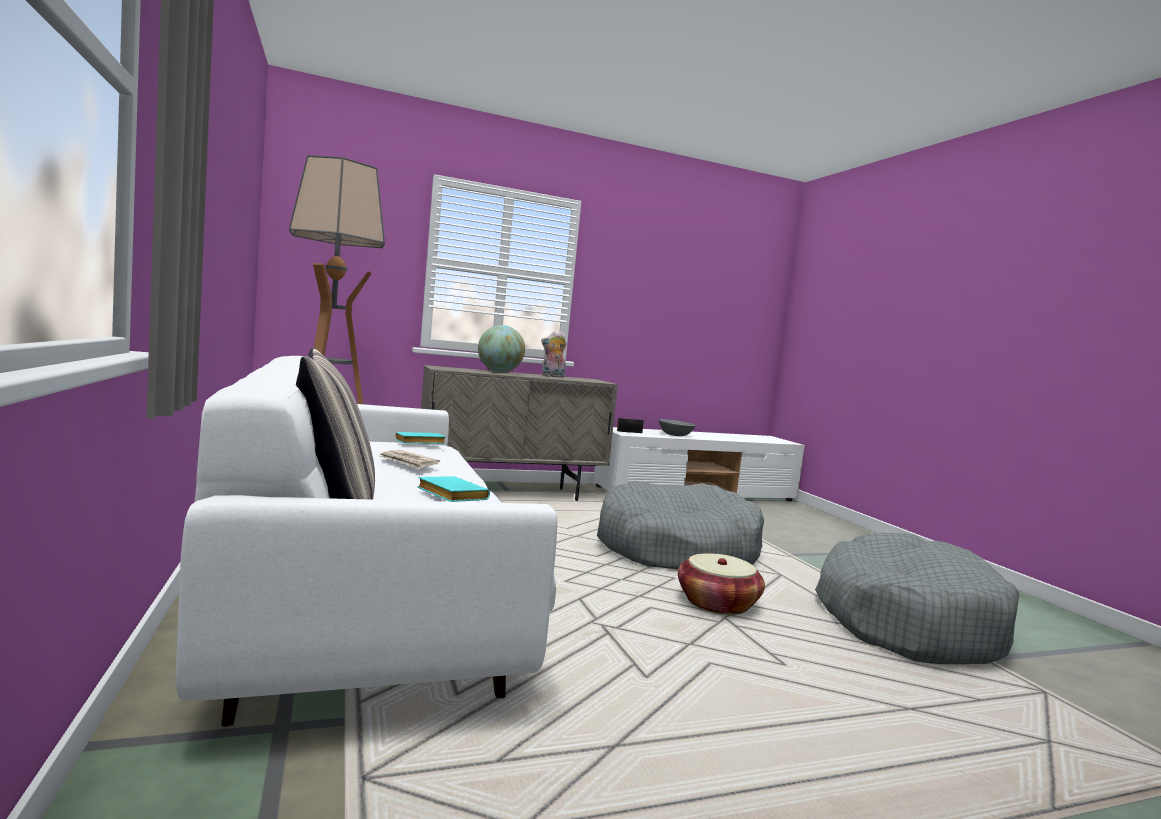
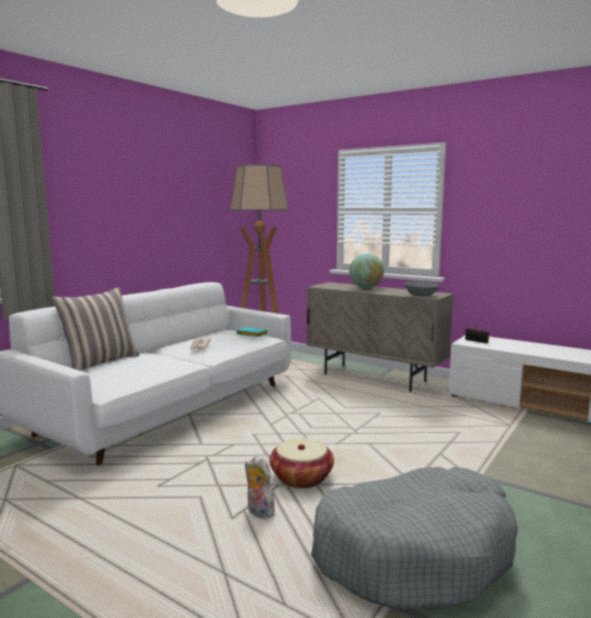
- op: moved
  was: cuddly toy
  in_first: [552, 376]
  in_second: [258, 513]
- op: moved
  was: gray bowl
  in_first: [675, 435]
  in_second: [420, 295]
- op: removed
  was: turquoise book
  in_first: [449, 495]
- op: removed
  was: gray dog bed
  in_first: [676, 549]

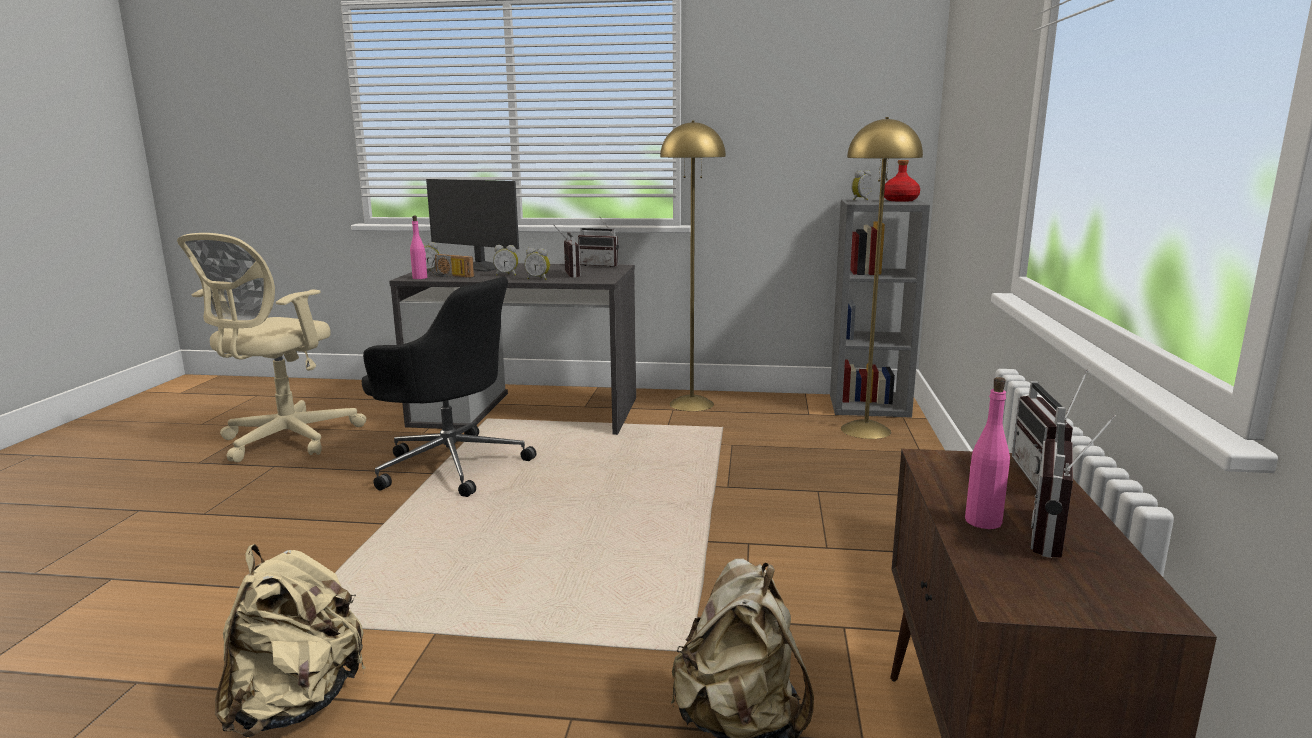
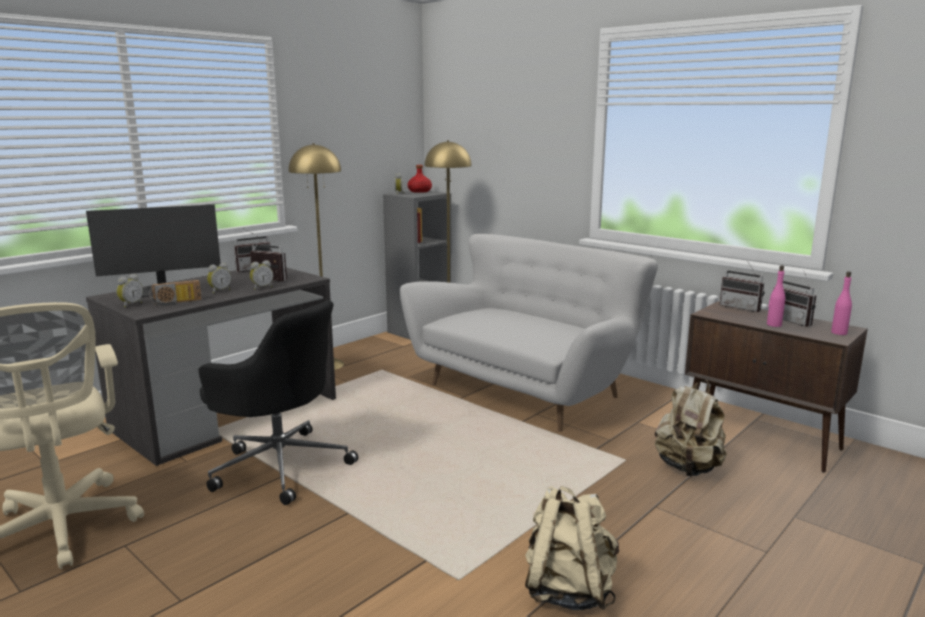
- op: moved
  was: pink-coloured beverage bottle
  in_first: [420, 278]
  in_second: [839, 333]
- op: turned
  was: black-coloured computer chair
  in_first: [450, 465]
  in_second: [280, 465]
  clockwise: 60
- op: added
  now: white couch
  in_second: [527, 389]

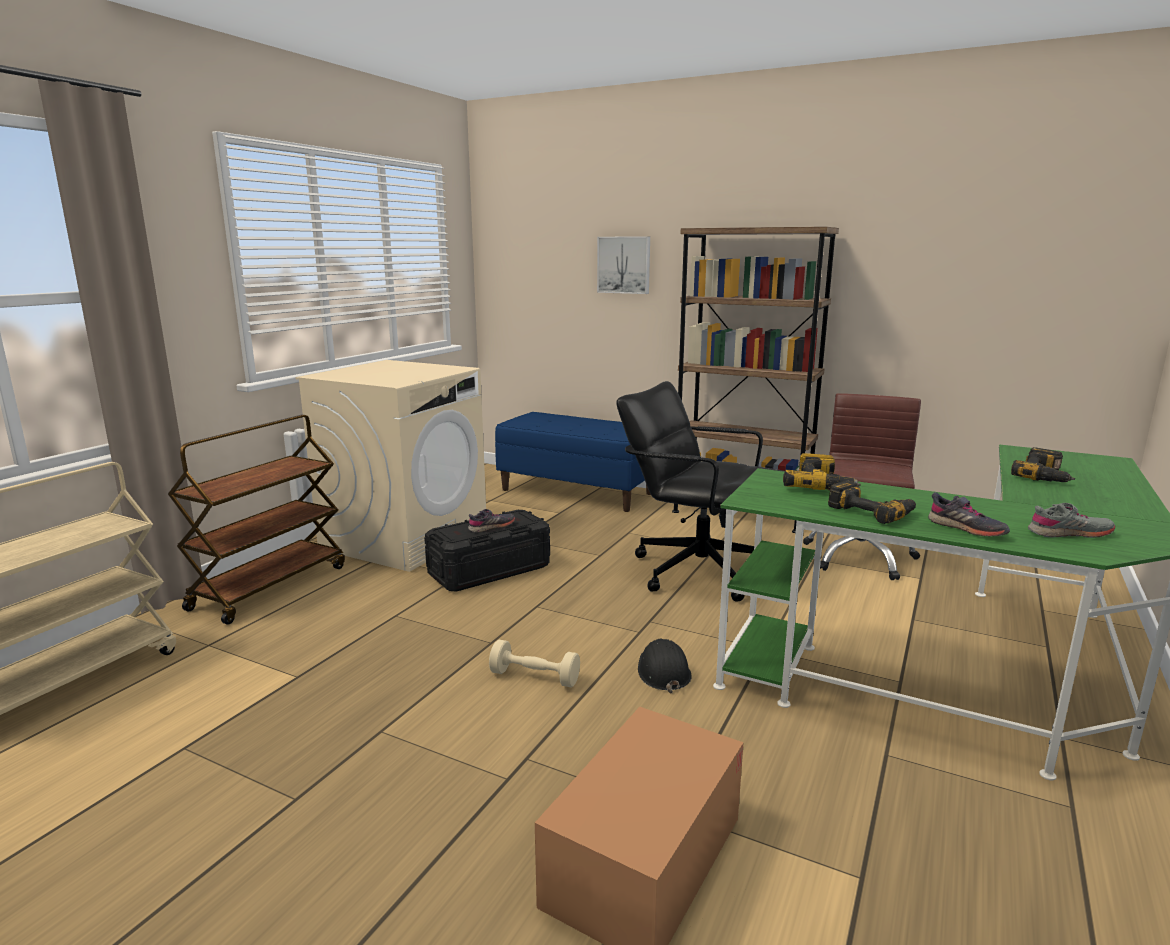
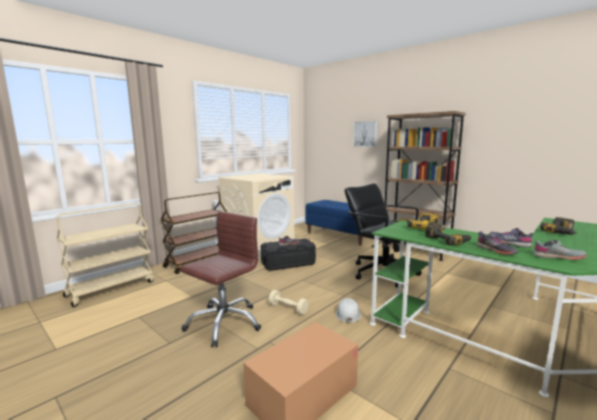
- op: moved
  was: brown computer chair
  in_first: [858, 556]
  in_second: [224, 323]
- op: recoloured
  was: black-coloured hard hat
  now: white hard hat
  in_first: [663, 672]
  in_second: [347, 314]
- op: added
  now: gray item of footwear
  in_second: [509, 243]

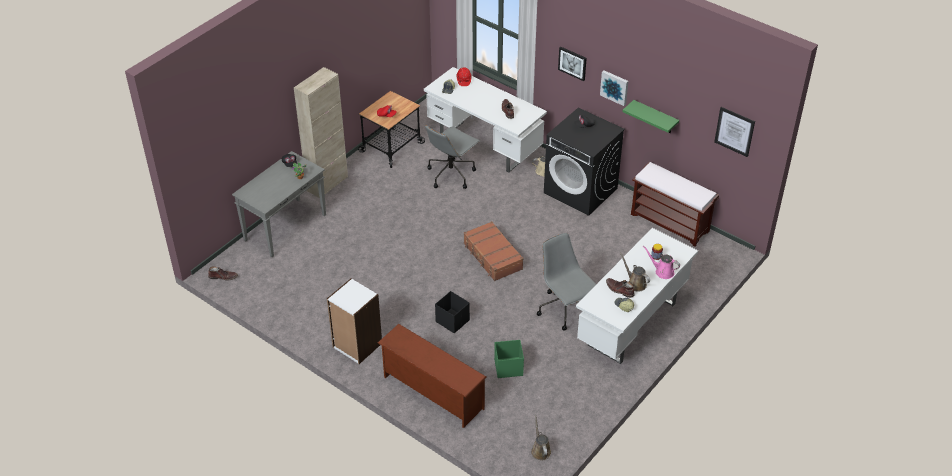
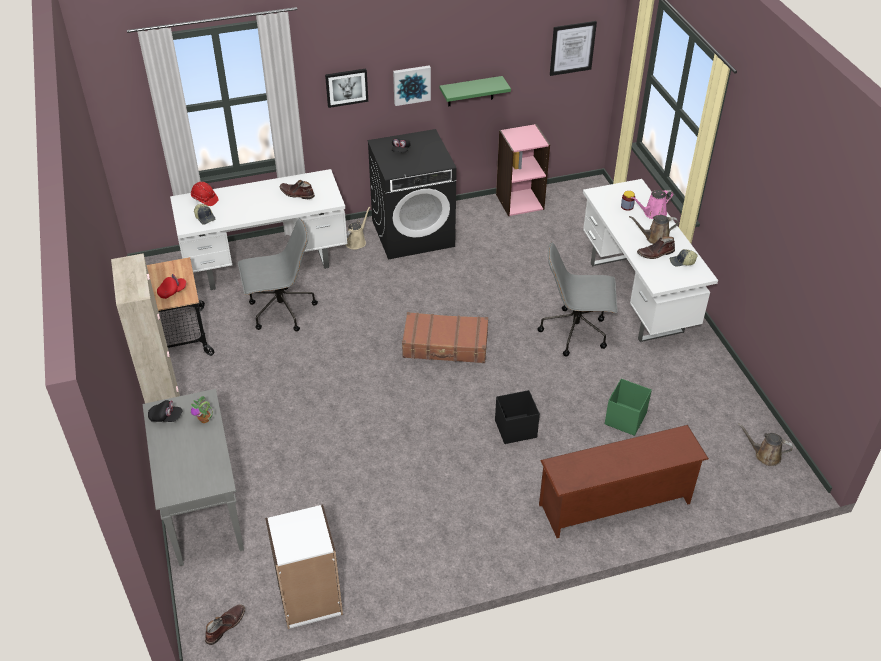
- op: turned
  was: gray computer chair
  in_first: [451, 174]
  in_second: [280, 311]
  clockwise: -90
- op: replaced
  was: brown long seat
  now: pink-coloured shelving unit
  in_first: [670, 223]
  in_second: [519, 201]
- op: moved
  was: white shelving unit
  in_first: [357, 345]
  in_second: [310, 599]

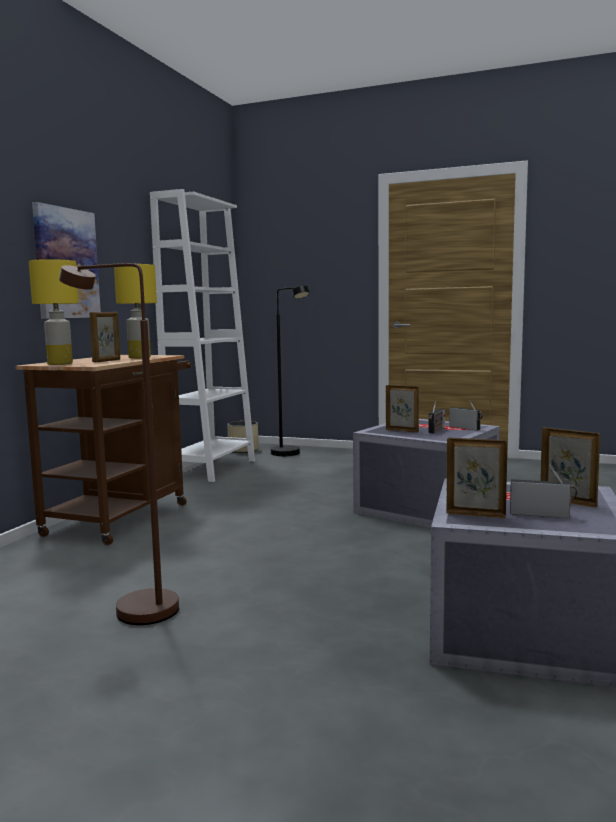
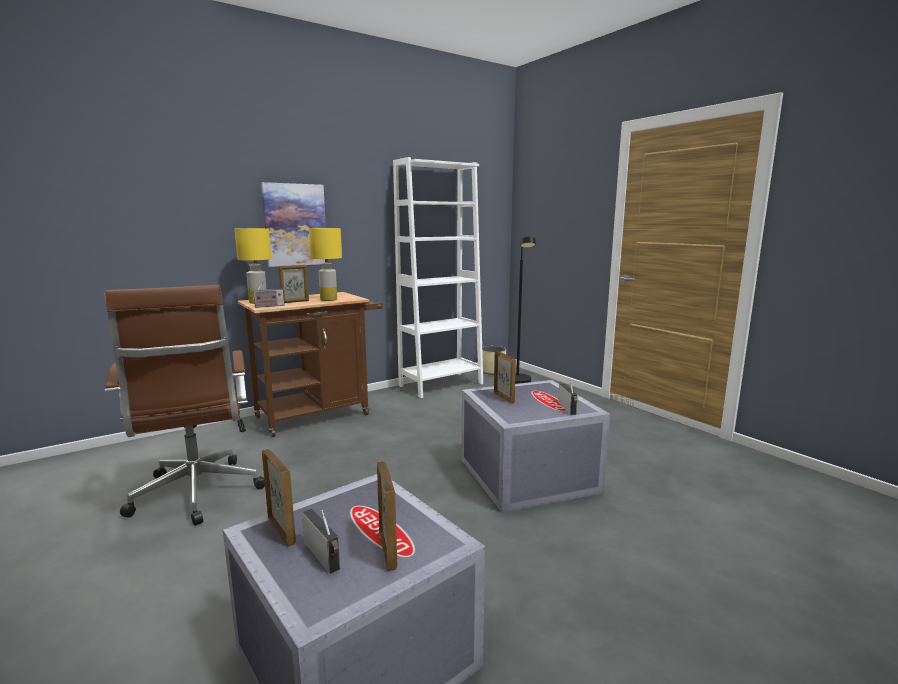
- op: replaced
  was: brown floor lamp
  now: brown computer chair
  in_first: [134, 607]
  in_second: [197, 496]
- op: moved
  was: radio set
  in_first: [436, 430]
  in_second: [268, 306]

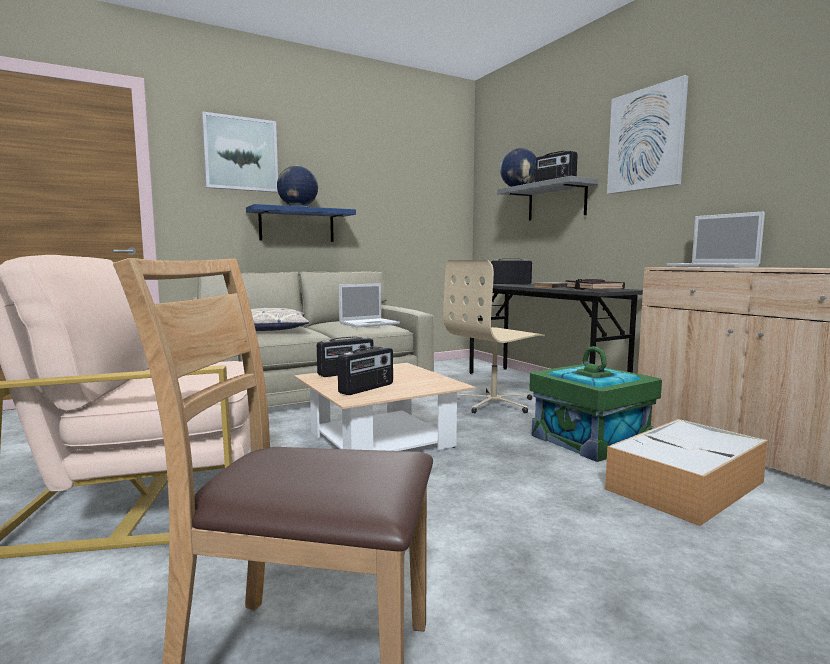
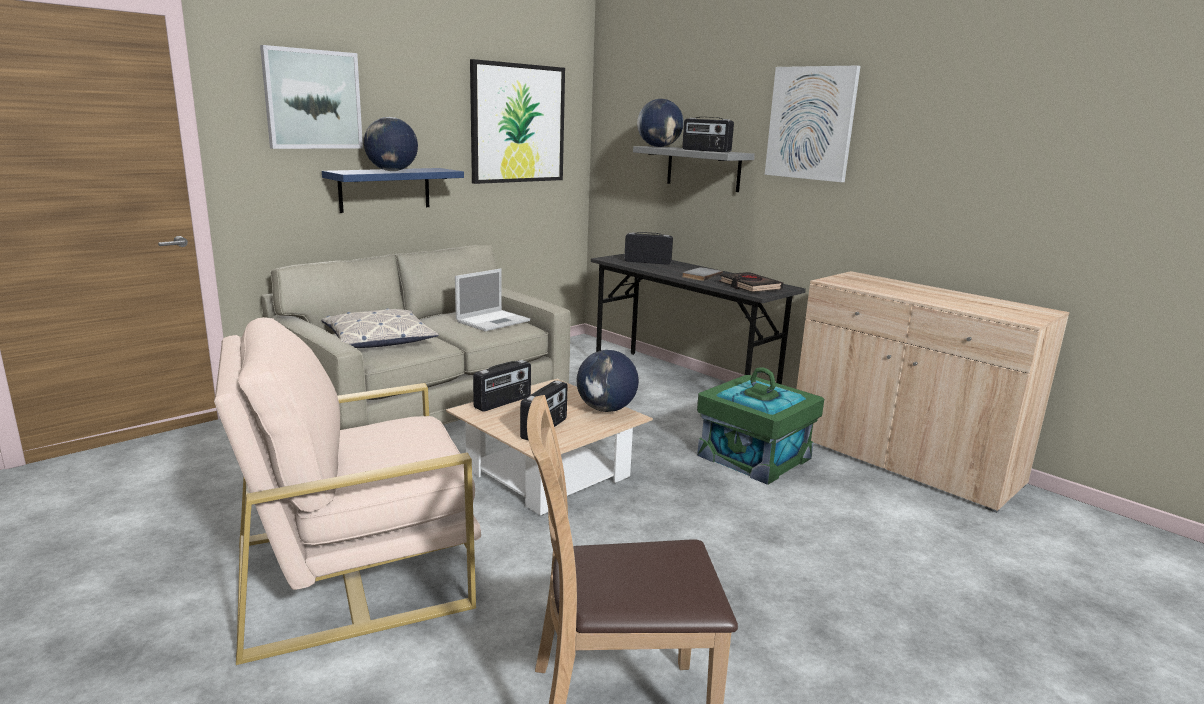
- op: removed
  was: laptop
  in_first: [714, 266]
- op: removed
  was: beige computer chair
  in_first: [494, 403]
- op: removed
  was: storage bin
  in_first: [685, 486]
- op: added
  now: wall art
  in_second: [517, 123]
- op: added
  now: globe
  in_second: [606, 409]

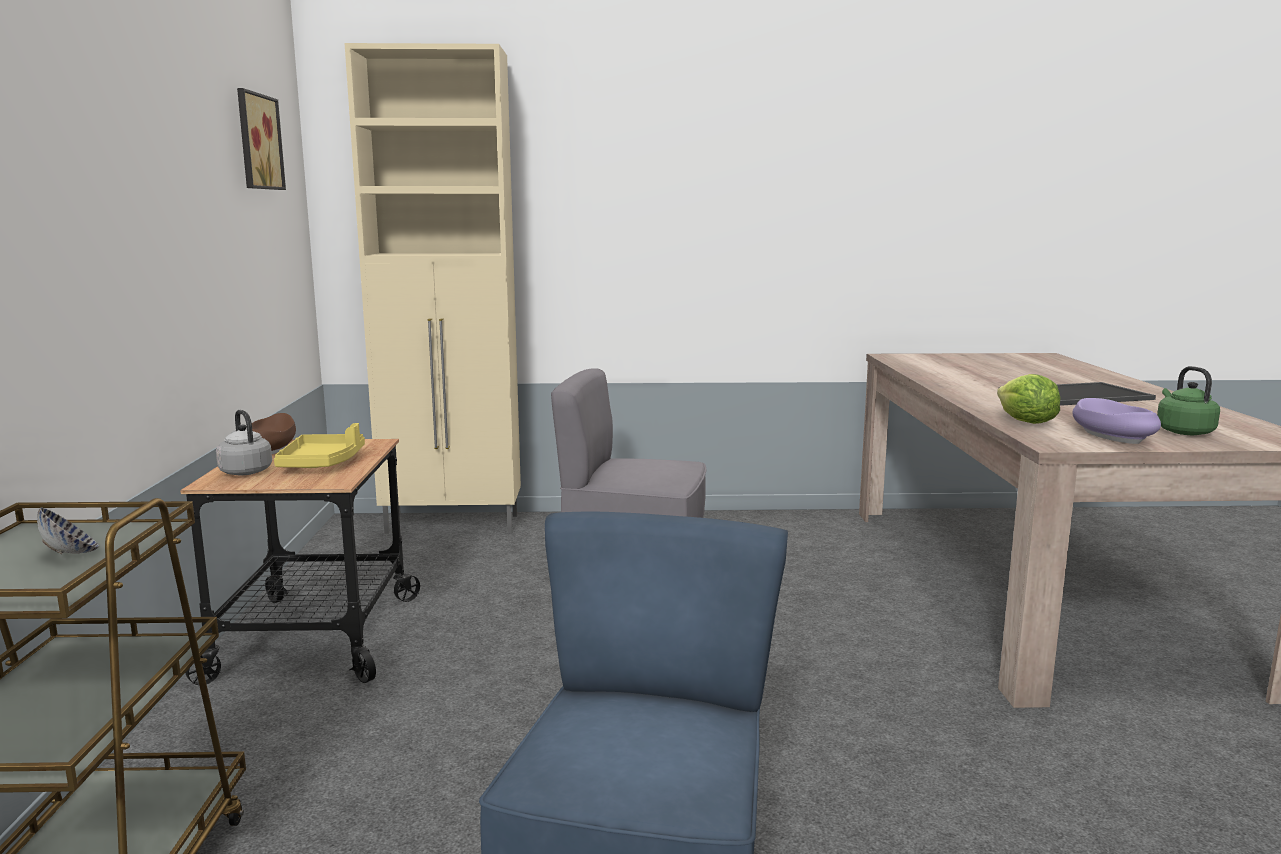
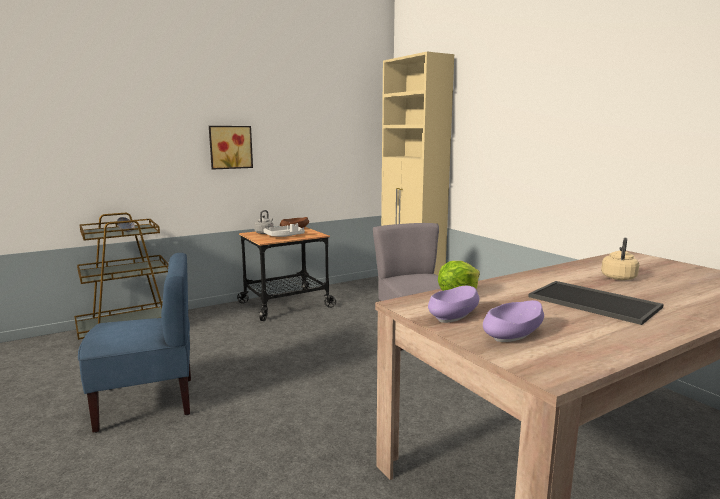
- op: moved
  was: wall art
  in_first: [256, 142]
  in_second: [230, 147]
- op: replaced
  was: green-coloured kettle
  now: purple-coloured bowl
  in_first: [1183, 431]
  in_second: [512, 334]
- op: recoloured
  was: yellow-coloured serving tray
  now: gray serving tray
  in_first: [322, 463]
  in_second: [284, 236]
- op: added
  now: beige kettle
  in_second: [618, 277]

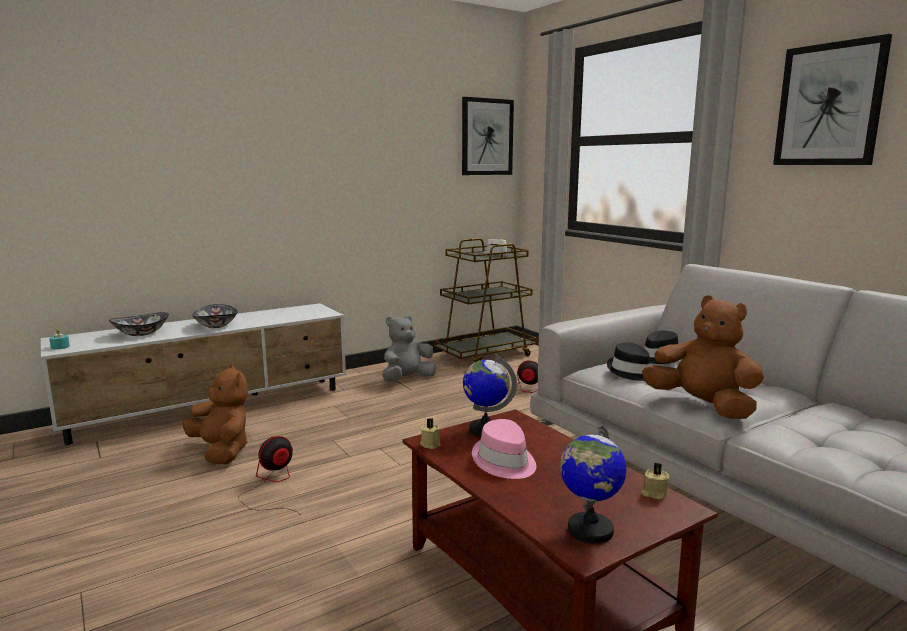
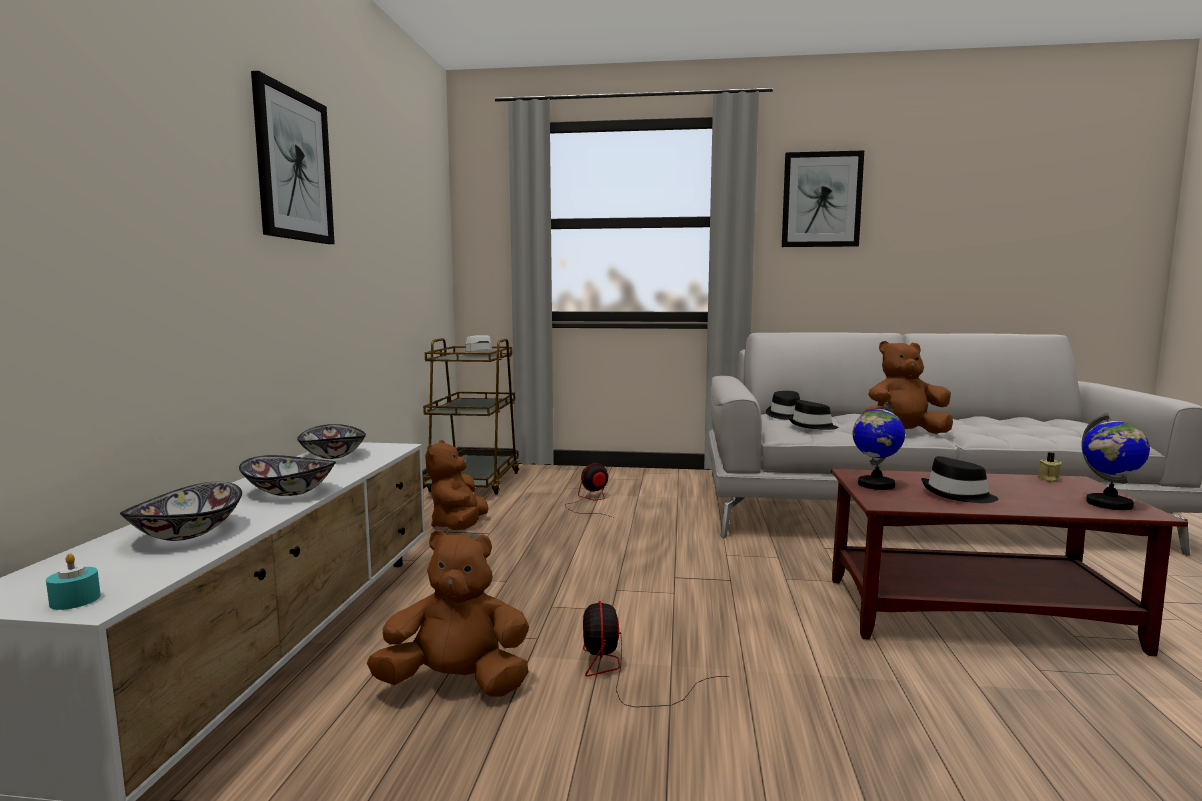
- op: moved
  was: wall art
  in_first: [487, 137]
  in_second: [293, 166]
- op: recoloured
  was: gray cuddly toy
  now: brown cuddly toy
  in_first: [407, 379]
  in_second: [459, 526]
- op: removed
  was: beige wax light
  in_first: [430, 444]
- op: recoloured
  was: pink-coloured wearable hat
  now: black-coloured wearable hat
  in_first: [504, 462]
  in_second: [958, 495]
- op: added
  now: bowl
  in_second: [332, 455]

